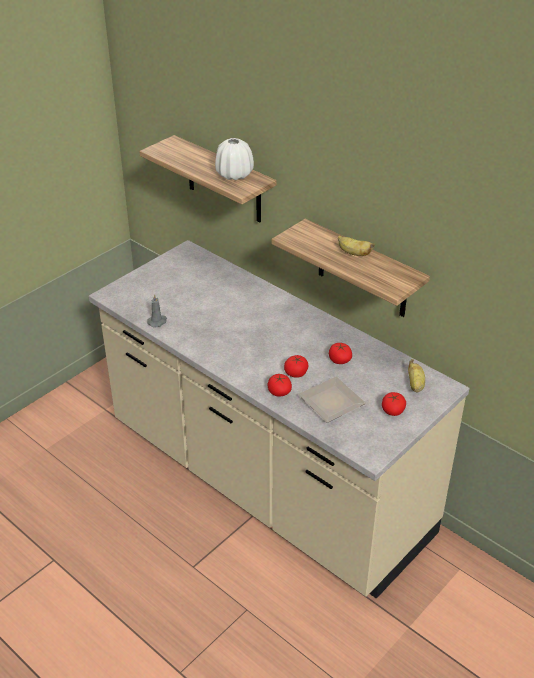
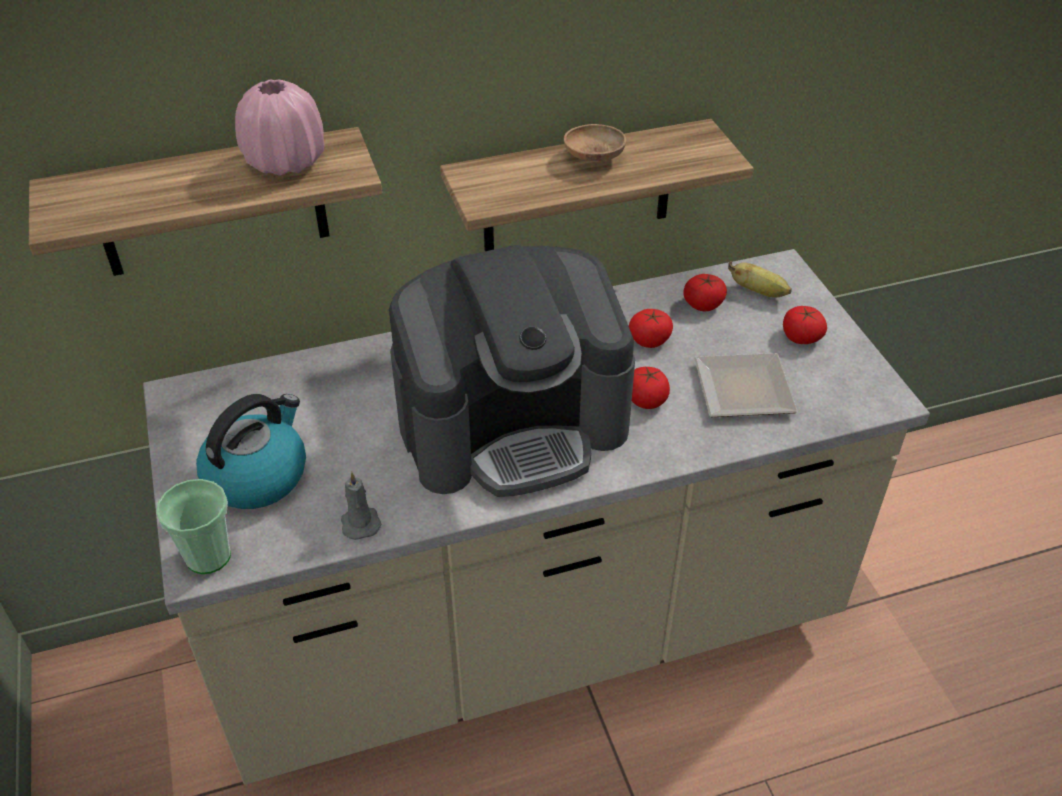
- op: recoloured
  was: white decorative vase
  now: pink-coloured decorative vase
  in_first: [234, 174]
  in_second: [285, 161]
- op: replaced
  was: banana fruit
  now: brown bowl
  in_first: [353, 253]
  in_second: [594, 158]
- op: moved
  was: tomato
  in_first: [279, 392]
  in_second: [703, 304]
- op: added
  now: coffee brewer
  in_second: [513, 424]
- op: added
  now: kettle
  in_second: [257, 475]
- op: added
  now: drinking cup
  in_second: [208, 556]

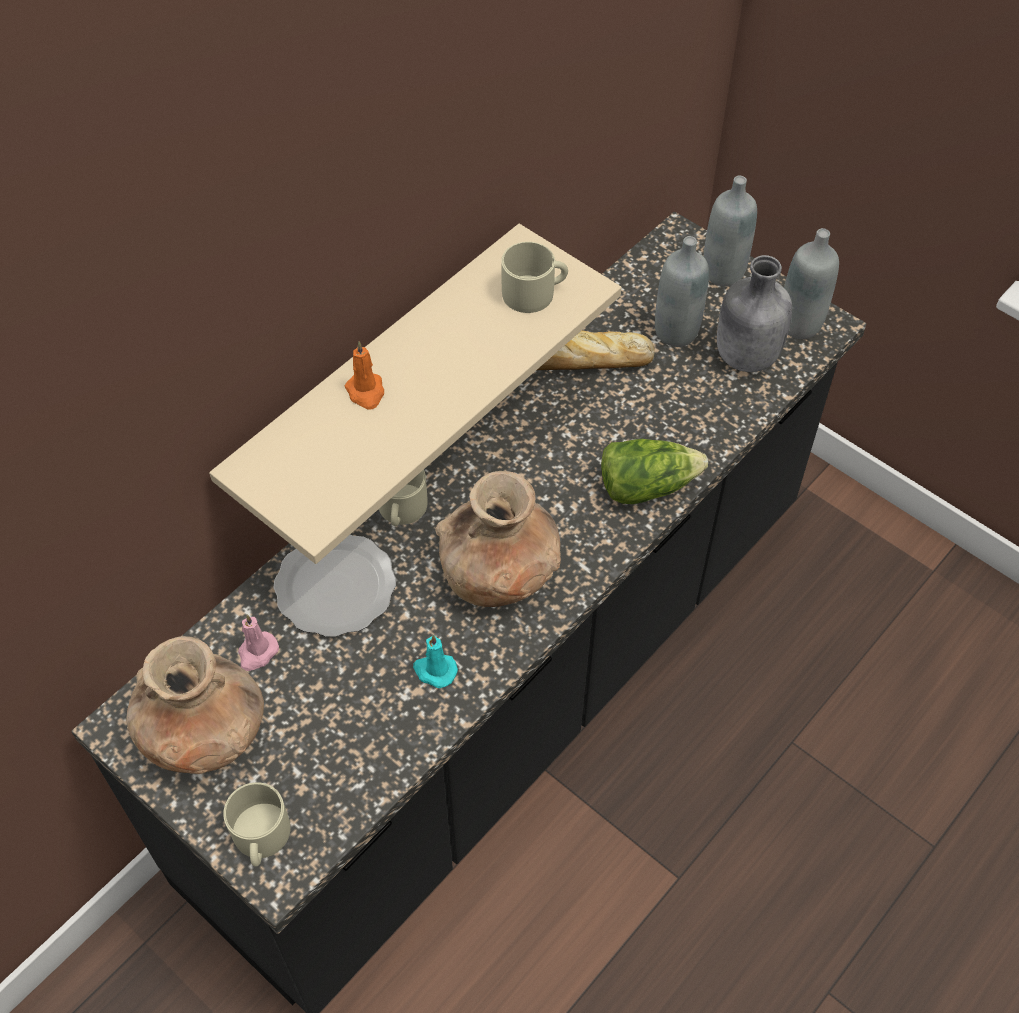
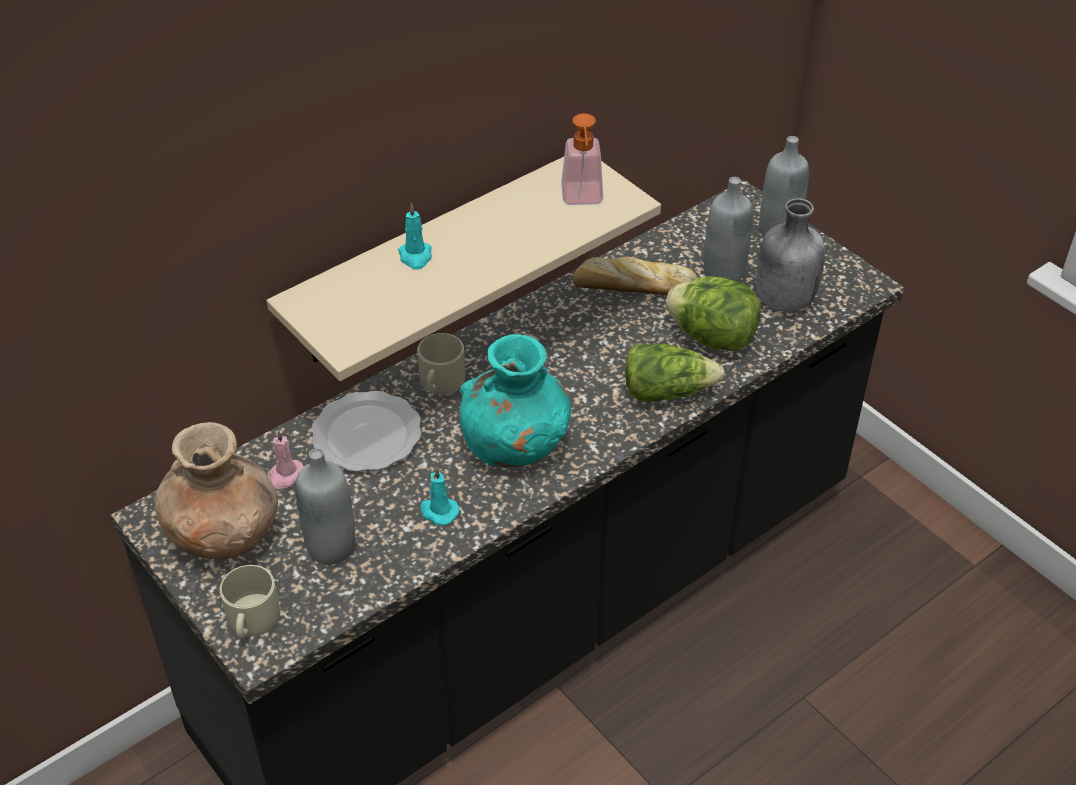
- op: moved
  was: gray beverage bottle
  in_first: [799, 324]
  in_second: [331, 547]
- op: replaced
  was: beige tea mug
  now: soap bottle
  in_first: [534, 292]
  in_second: [582, 200]
- op: recoloured
  was: orange wax light
  now: turquoise wax light
  in_first: [366, 392]
  in_second: [415, 257]
- op: recoloured
  was: brown decorative vase
  now: turquoise decorative vase
  in_first: [500, 576]
  in_second: [516, 445]
- op: added
  now: head of lettuce
  in_second: [712, 337]

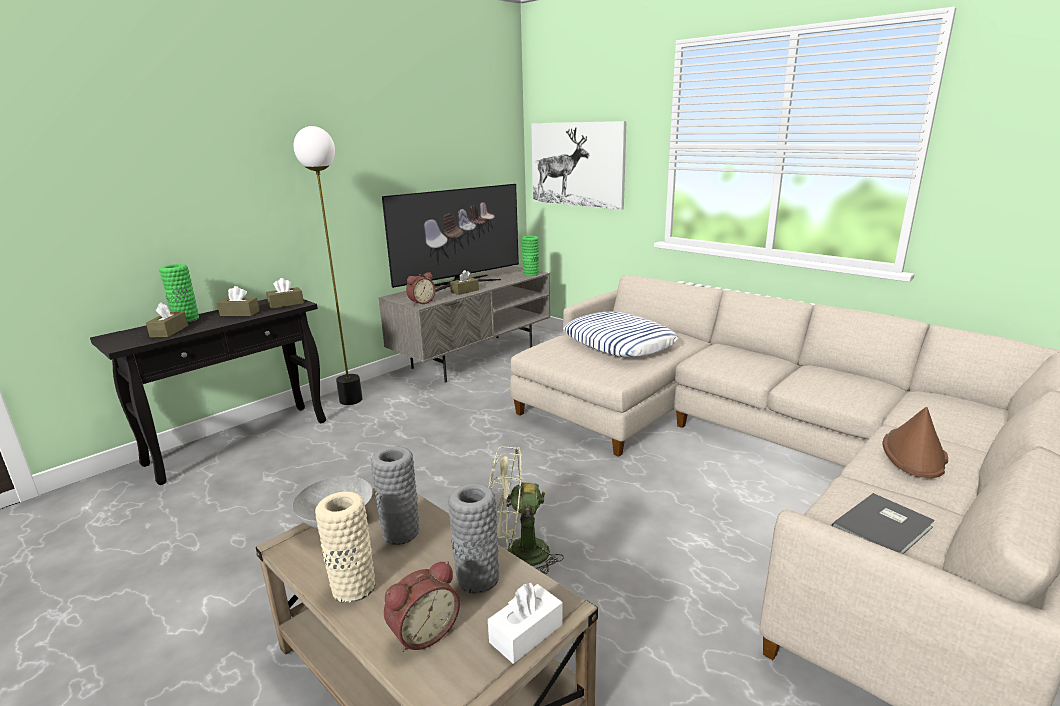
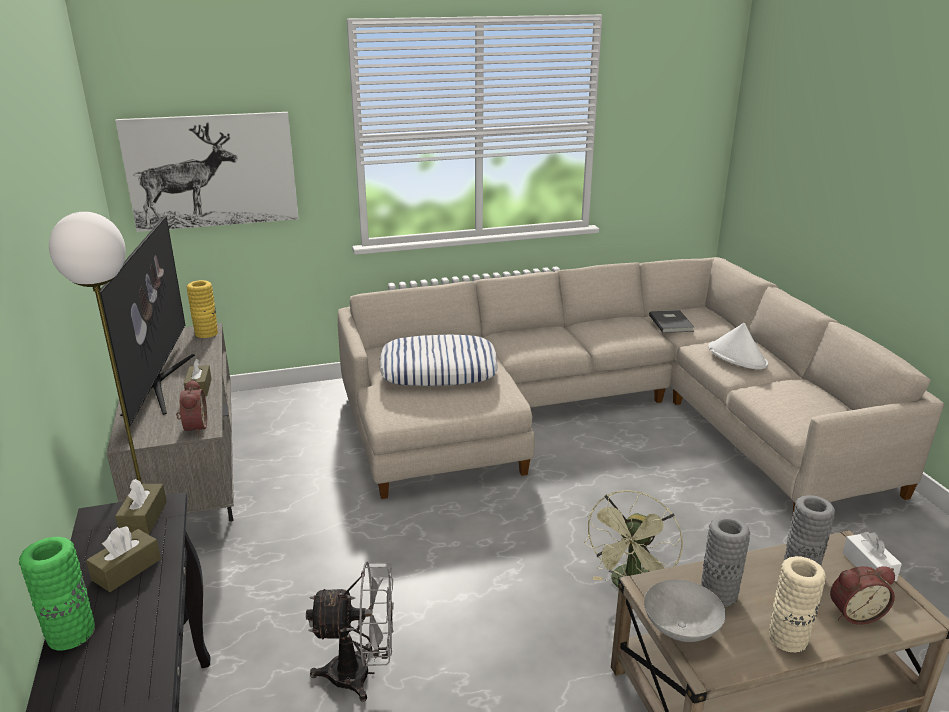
- op: recoloured
  was: green-coloured decorative vase
  now: yellow-coloured decorative vase
  in_first: [531, 274]
  in_second: [206, 333]
- op: removed
  was: brown tissue box
  in_first: [169, 331]
- op: recoloured
  was: brown wearable hat
  now: white wearable hat
  in_first: [914, 454]
  in_second: [737, 356]
- op: moved
  was: gray book
  in_first: [885, 529]
  in_second: [671, 323]
- op: turned
  was: bedside clock
  in_first: [423, 632]
  in_second: [854, 613]
  clockwise: 90
- op: added
  now: gray fan
  in_second: [361, 674]

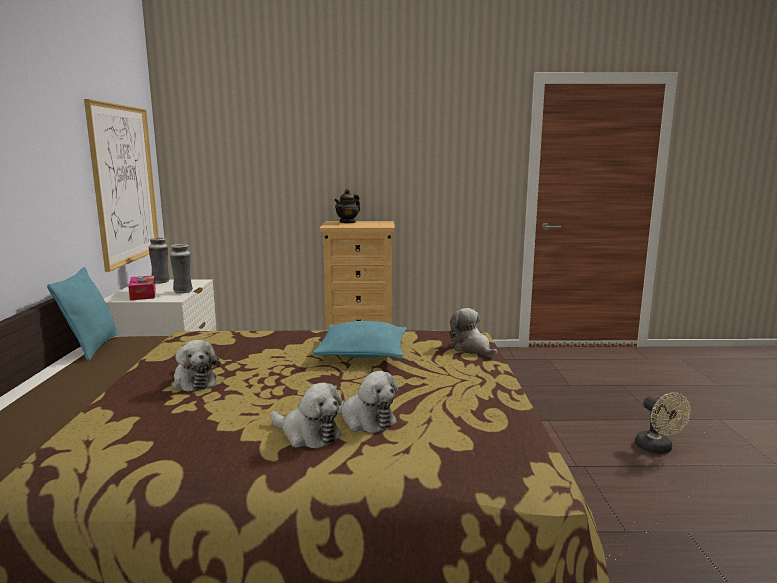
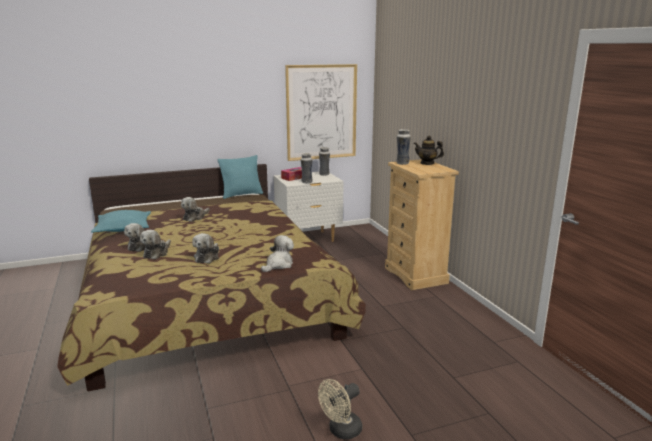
- op: moved
  was: turquoise throw pillow
  in_first: [362, 353]
  in_second: [123, 228]
- op: added
  now: decorative vase
  in_second: [402, 163]
- op: added
  now: cuddly toy
  in_second: [207, 257]

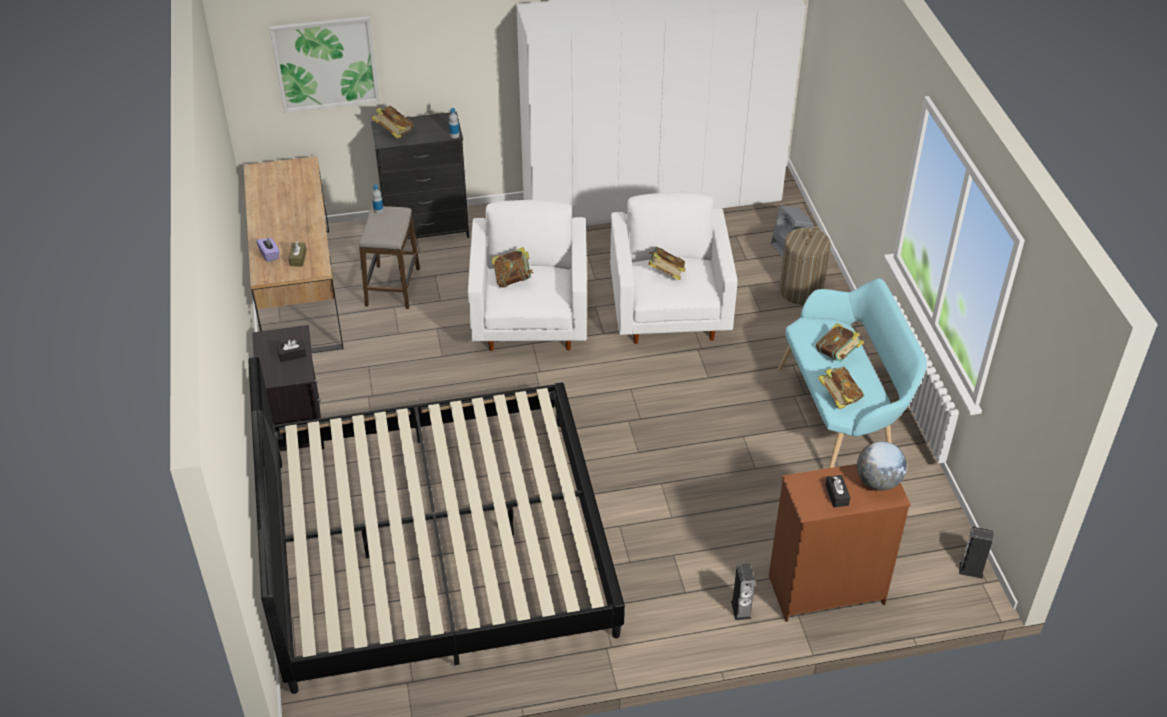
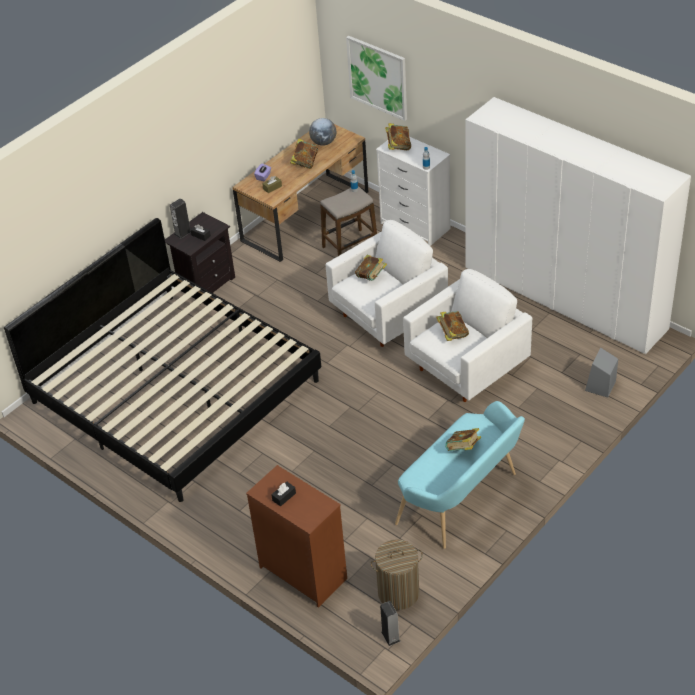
- op: recoloured
  was: black-coloured drawer chest
  now: white drawer chest
  in_first: [426, 229]
  in_second: [415, 226]
- op: moved
  was: hamper
  in_first: [801, 291]
  in_second: [398, 593]
- op: moved
  was: book
  in_first: [839, 398]
  in_second: [304, 163]
- op: moved
  was: globe
  in_first: [878, 481]
  in_second: [323, 142]
- op: moved
  was: loudspeaker
  in_first: [741, 609]
  in_second: [183, 233]

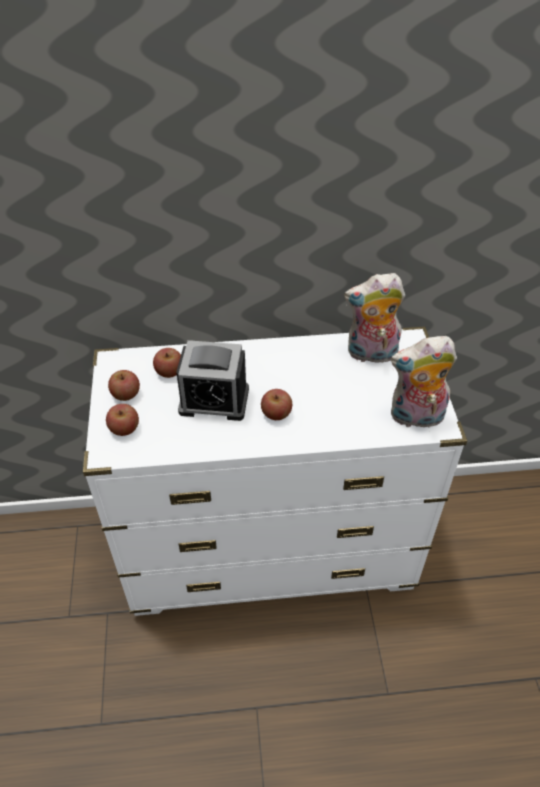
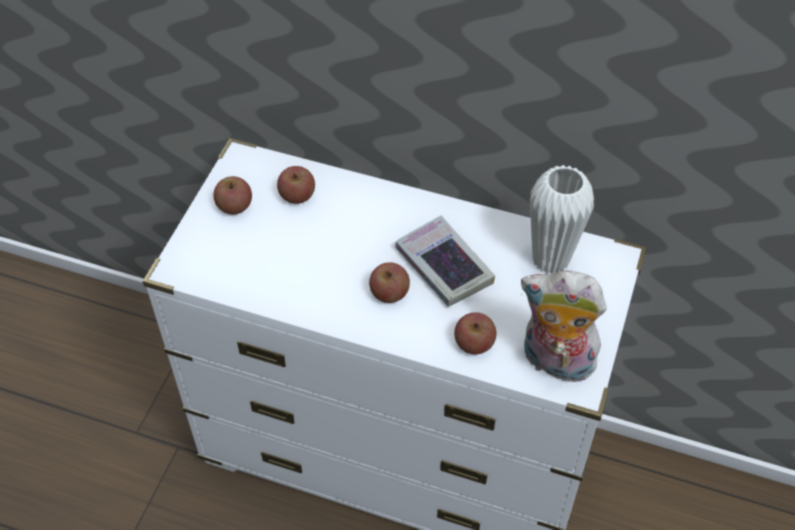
- op: replaced
  was: cuddly toy
  now: white decorative vase
  in_first: [371, 354]
  in_second: [550, 259]
- op: removed
  was: bedside clock
  in_first: [214, 400]
- op: moved
  was: apple fruit
  in_first: [124, 428]
  in_second: [474, 343]
- op: added
  now: book
  in_second: [443, 266]

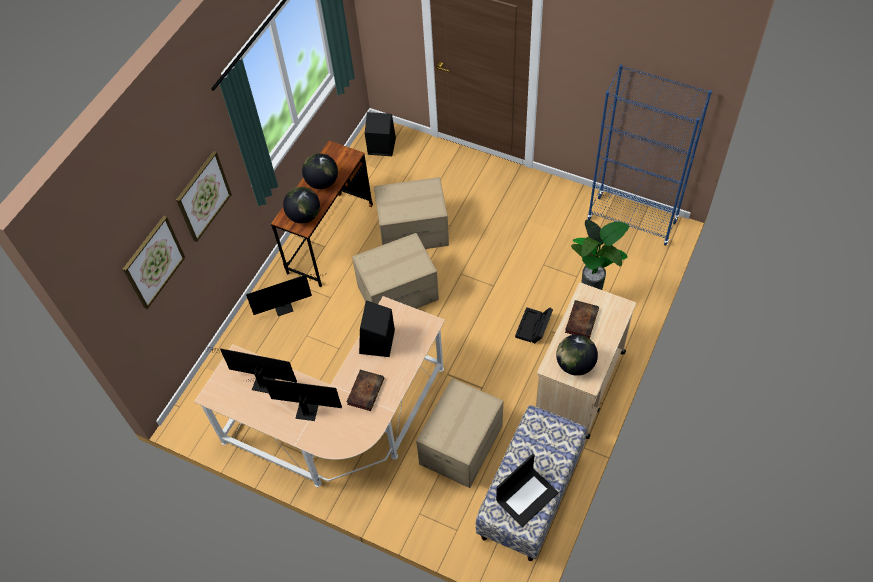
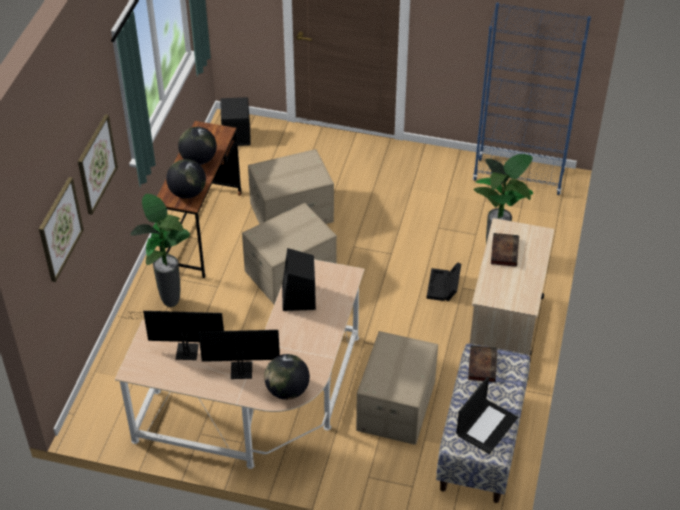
- op: replaced
  was: computer screen
  now: plant in a pot
  in_first: [286, 307]
  in_second: [171, 301]
- op: moved
  was: globe
  in_first: [575, 364]
  in_second: [287, 390]
- op: moved
  was: book
  in_first: [365, 390]
  in_second: [482, 364]

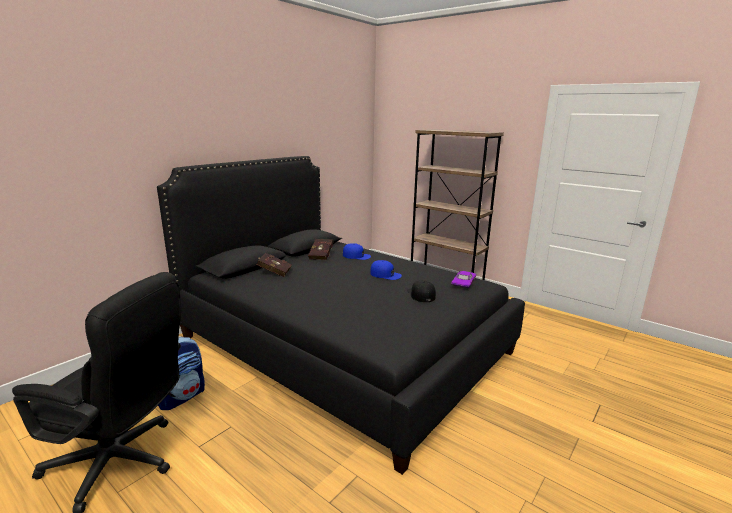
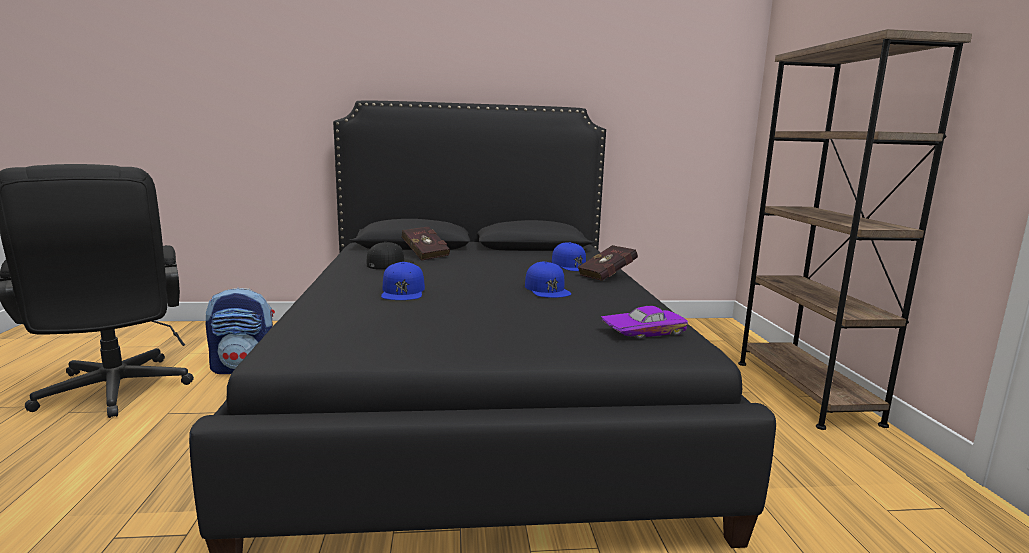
- op: moved
  was: red book
  in_first: [322, 256]
  in_second: [609, 276]
- op: moved
  was: black-coloured baseball cap
  in_first: [421, 294]
  in_second: [389, 263]
- op: added
  now: bluish baseball cap
  in_second: [403, 291]

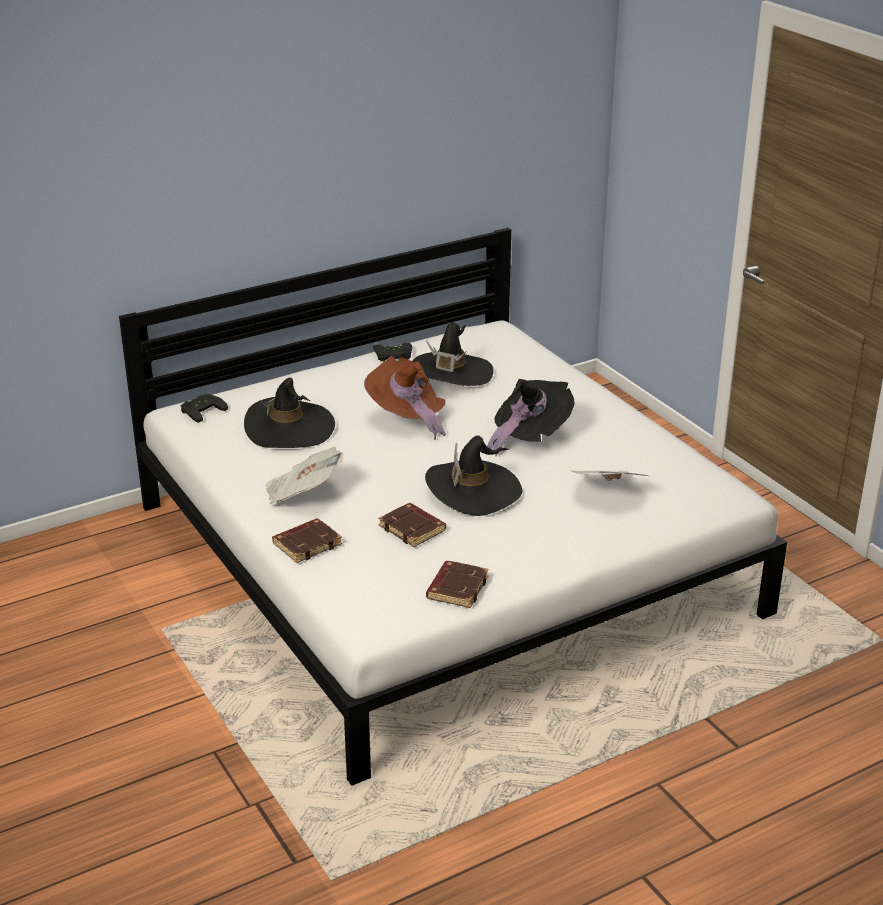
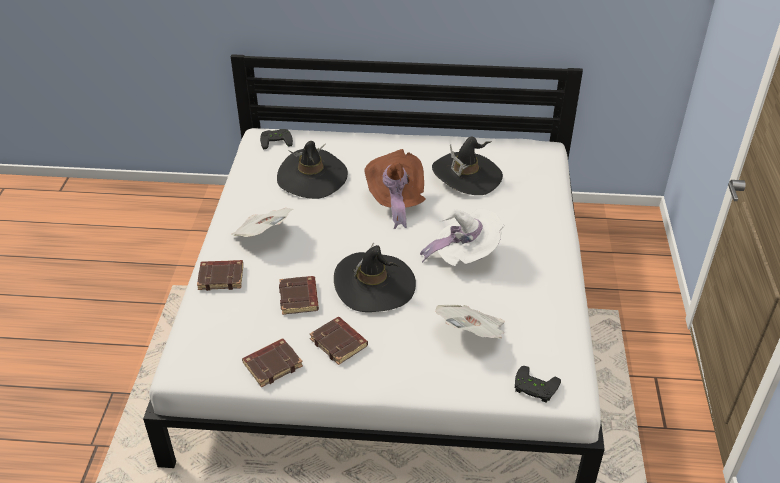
- op: moved
  was: black-coloured game controller
  in_first: [393, 355]
  in_second: [534, 388]
- op: recoloured
  was: black-coloured wearable hat
  now: white wearable hat
  in_first: [529, 436]
  in_second: [465, 255]
- op: added
  now: brown book
  in_second: [340, 343]

